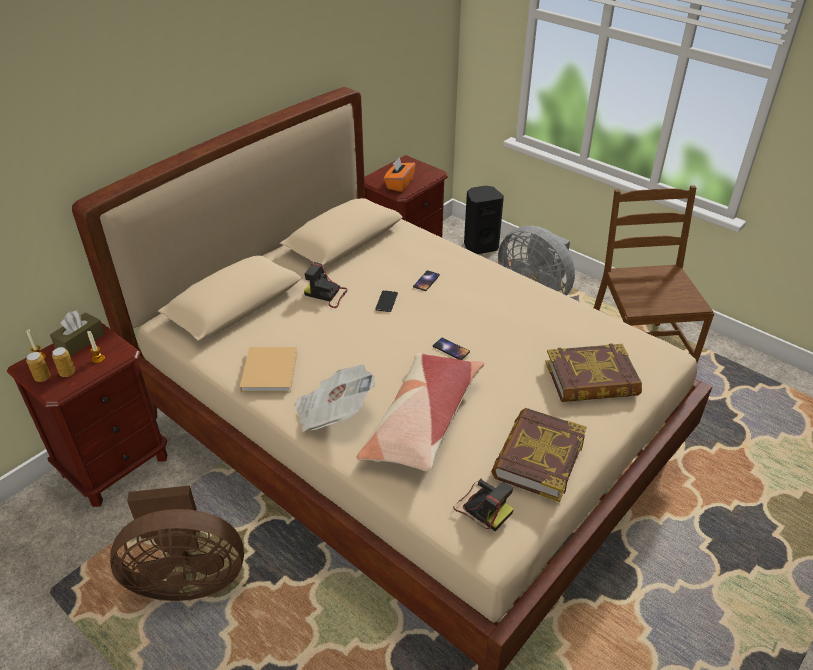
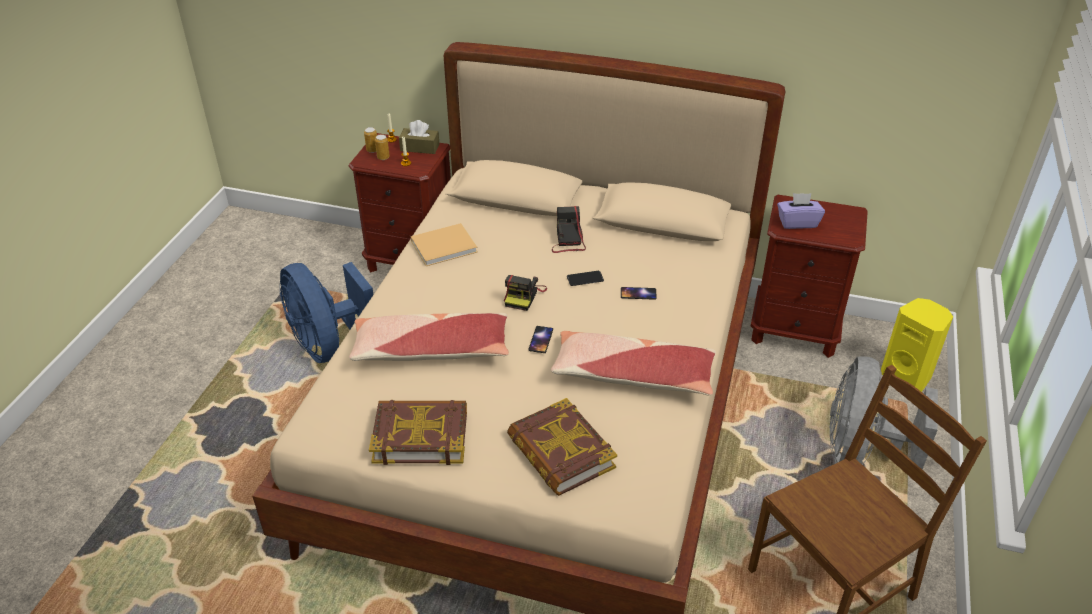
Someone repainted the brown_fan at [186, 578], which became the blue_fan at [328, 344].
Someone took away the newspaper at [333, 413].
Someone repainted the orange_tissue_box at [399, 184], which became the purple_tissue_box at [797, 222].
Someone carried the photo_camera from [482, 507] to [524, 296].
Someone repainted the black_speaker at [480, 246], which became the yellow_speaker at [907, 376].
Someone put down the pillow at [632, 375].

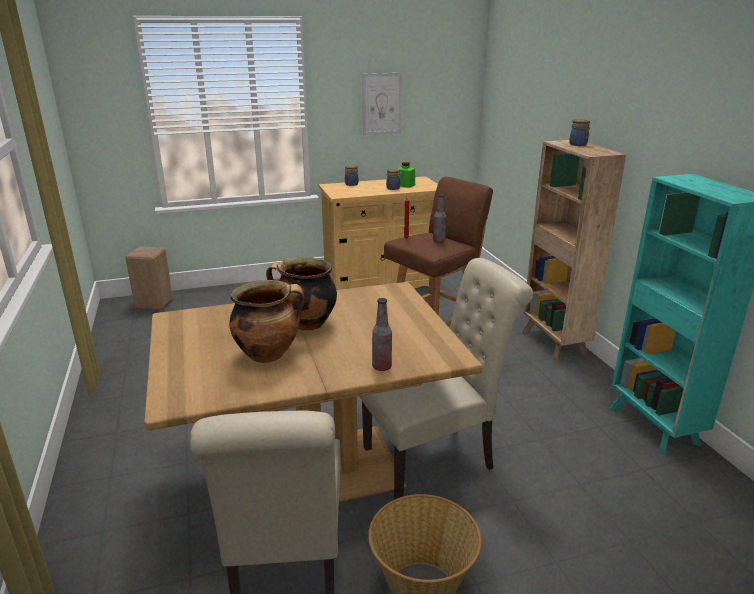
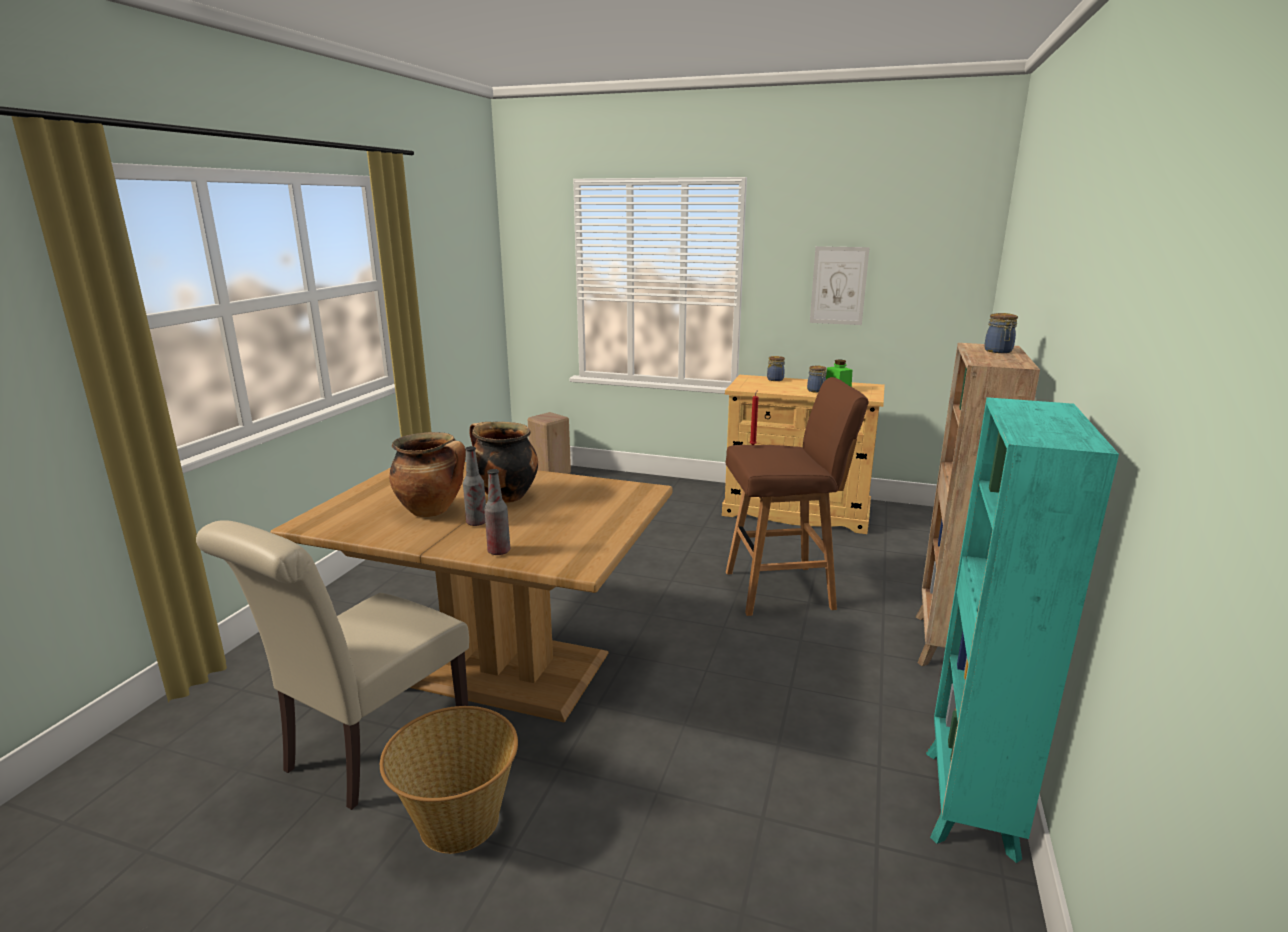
Someone took away the beige_chair at [436, 459].
Someone carried the bottle from [439, 241] to [476, 523].

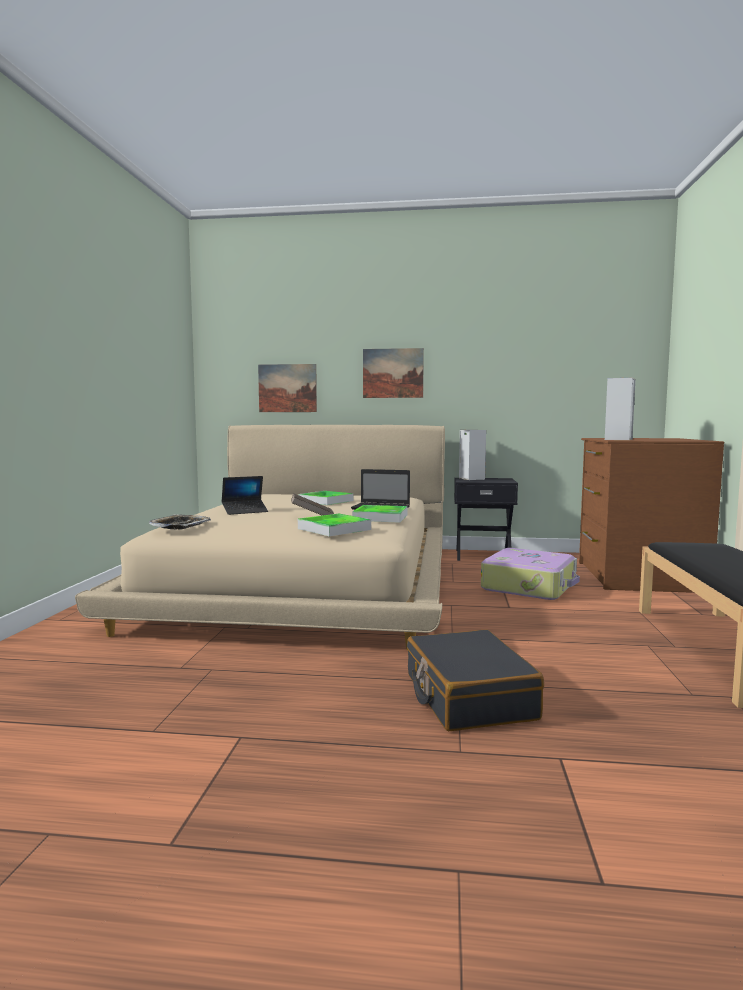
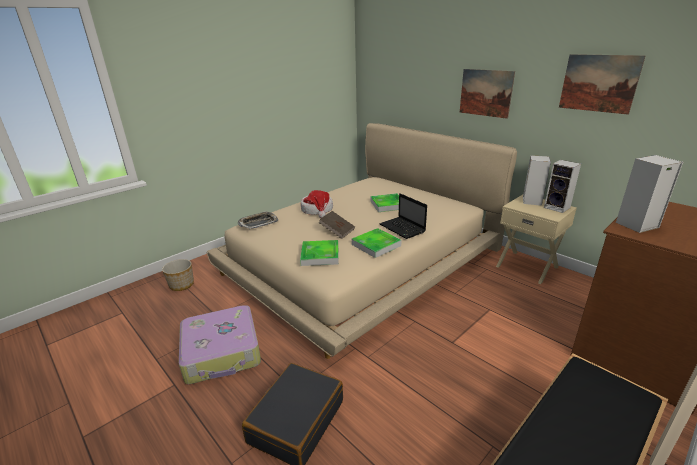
Someone swapped the laptop at [245, 511] for the hat at [317, 210].
Someone carried the picture from [287, 388] to [598, 83].
Someone repainted the black_nightstand at [483, 555], which became the beige_nightstand at [527, 266].
Someone carried the suitcase from [530, 586] to [222, 352].
Someone put down the planter at [181, 285].
Someone put down the speaker at [558, 208].

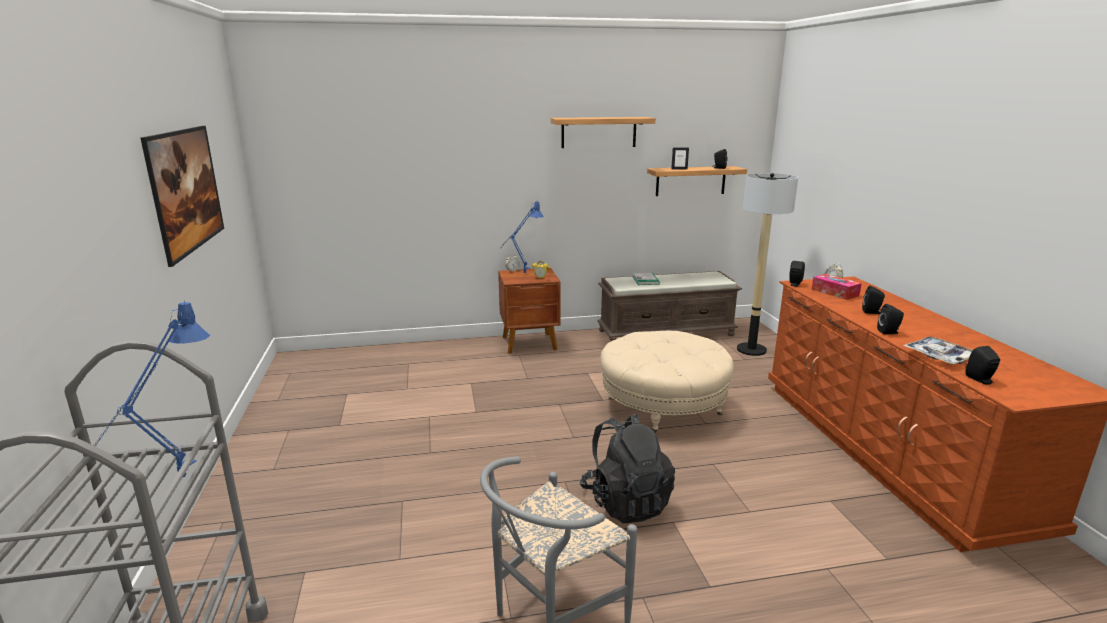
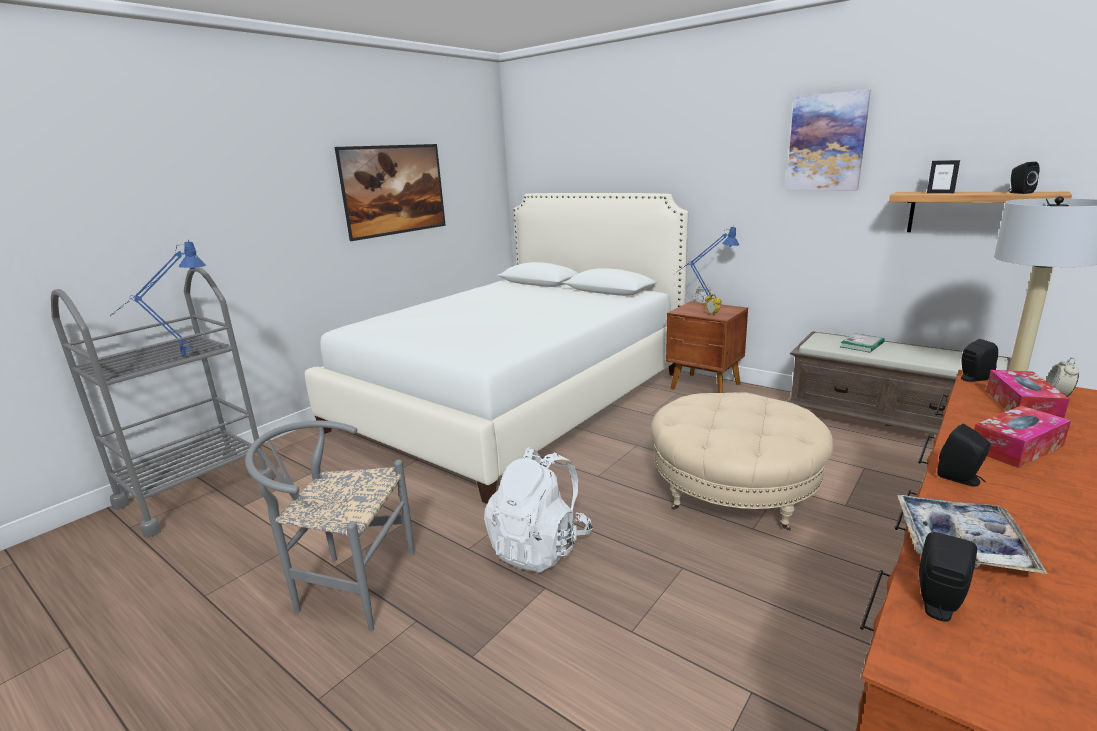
Someone swapped the shelf at [599, 132] for the picture at [826, 143].
Someone repainted the black_backpack at [626, 502], which became the white_backpack at [540, 547].
Someone swapped the black_speaker at [872, 312] for the tissue_box at [1016, 447].
Someone put down the white_bed at [515, 400].

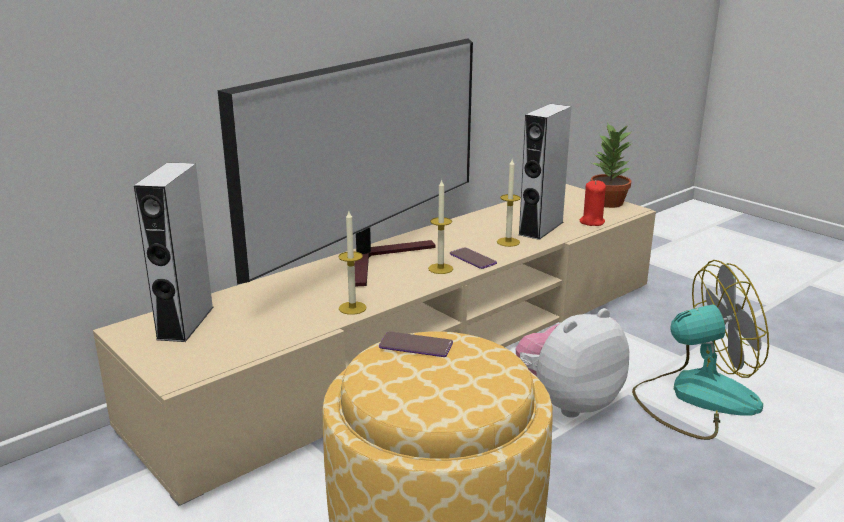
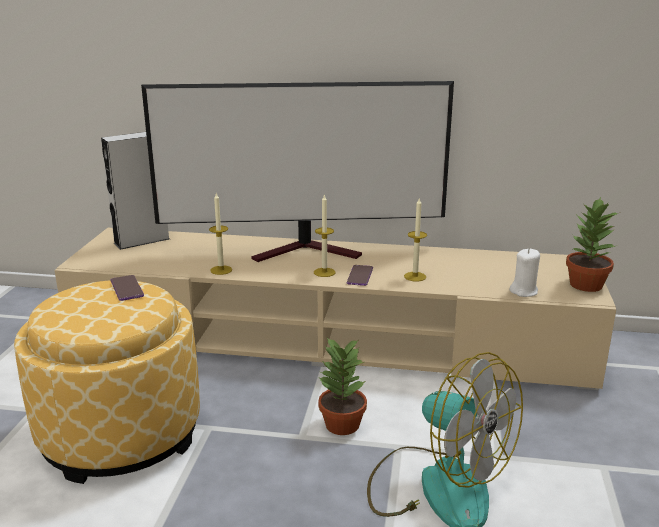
Someone swapped the plush_toy at [568, 402] for the potted_plant at [341, 424].
Someone took away the grey_speaker at [541, 228].
Someone repainted the red_candle at [591, 222], which became the white_candle at [524, 291].

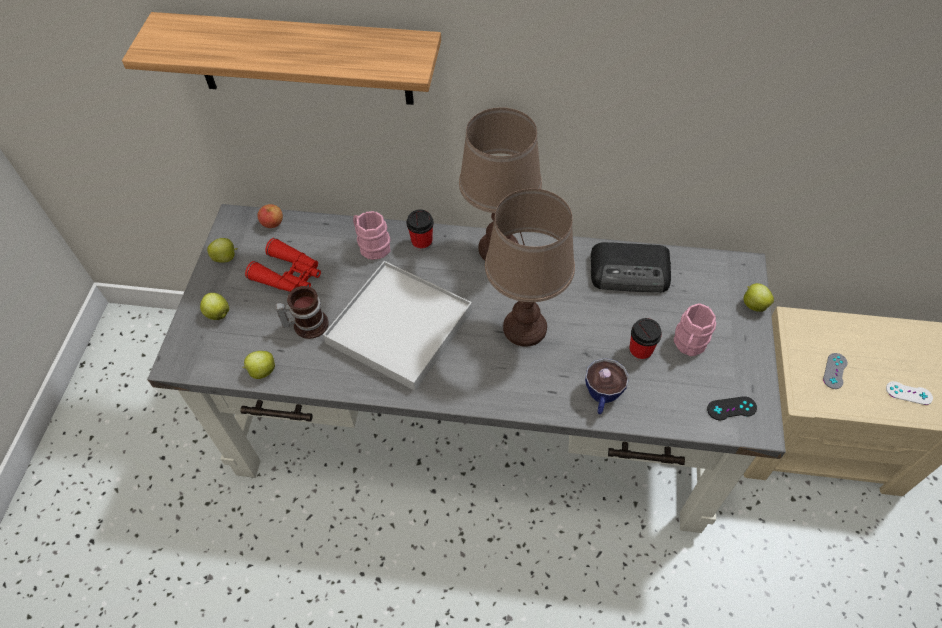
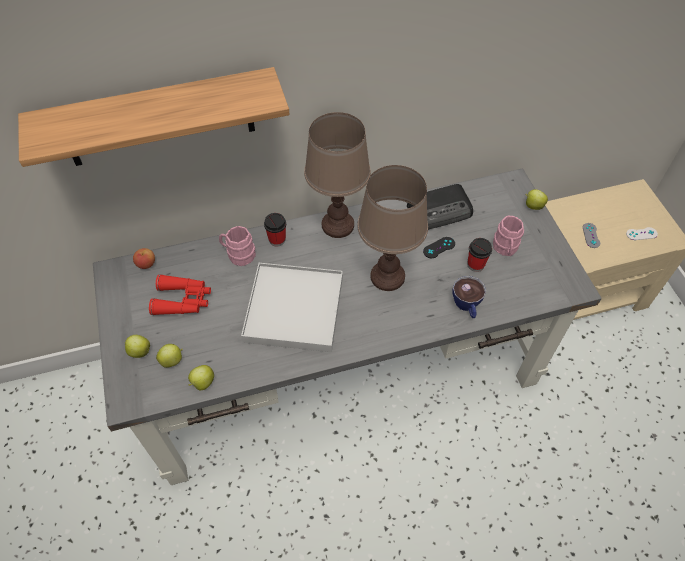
Someone carried the apple from [226, 258] to [172, 360].
Someone took away the mug at [307, 323].
Someone carried the black_game_controller from [731, 408] to [439, 247].

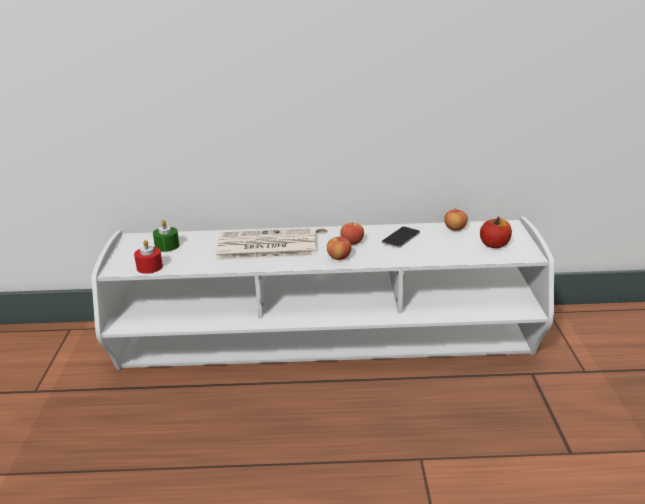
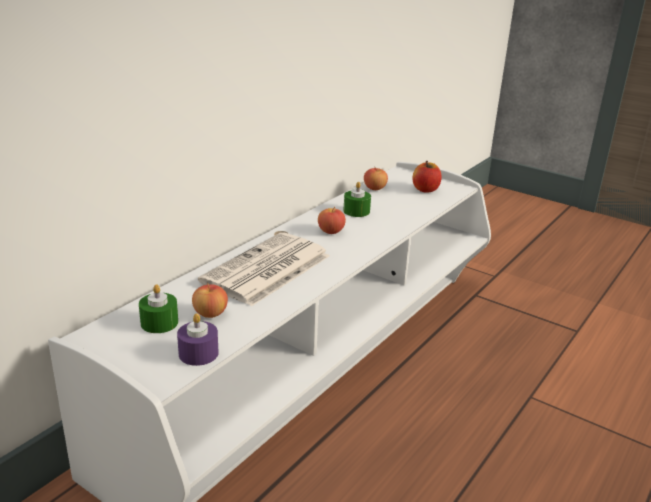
Someone repainted the red_candle at [149, 267], which became the purple_candle at [198, 353].
Someone carried the apple from [339, 257] to [210, 313].
Someone swapped the phone at [401, 238] for the green_candle at [356, 211].

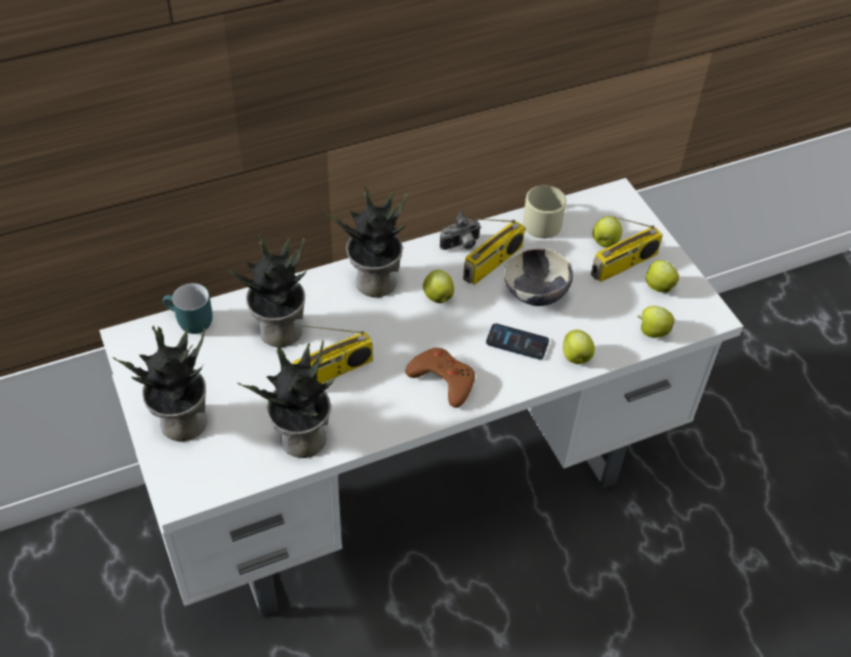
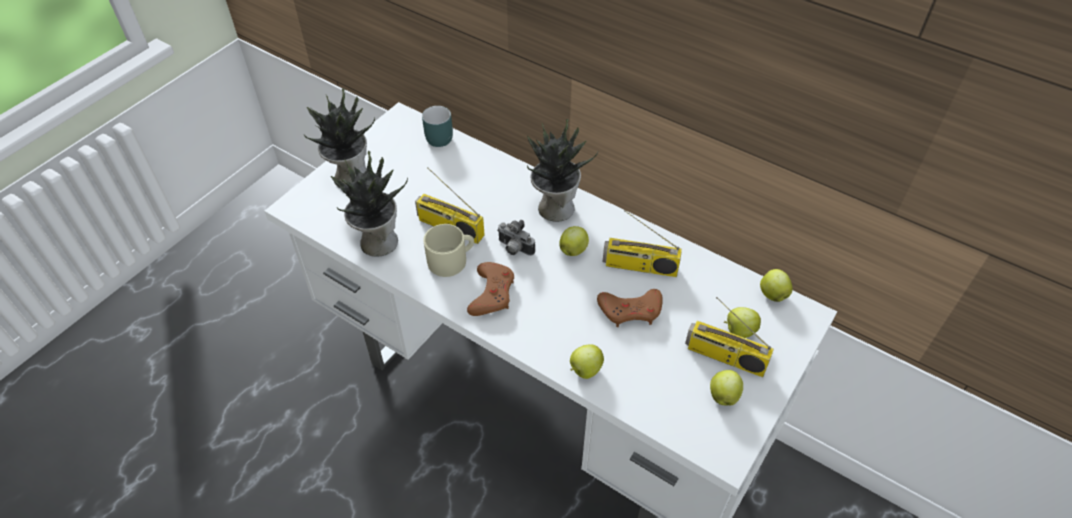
Someone took away the potted_plant at [278, 331].
Someone carried the photo_camera from [461, 245] to [514, 249].
Someone took away the phone at [517, 342].
Someone swapped the bowl at [535, 295] for the brown_game_controller at [631, 310].
Someone carried the beige_mug from [542, 220] to [452, 260].
Someone carried the apple from [652, 331] to [772, 294].

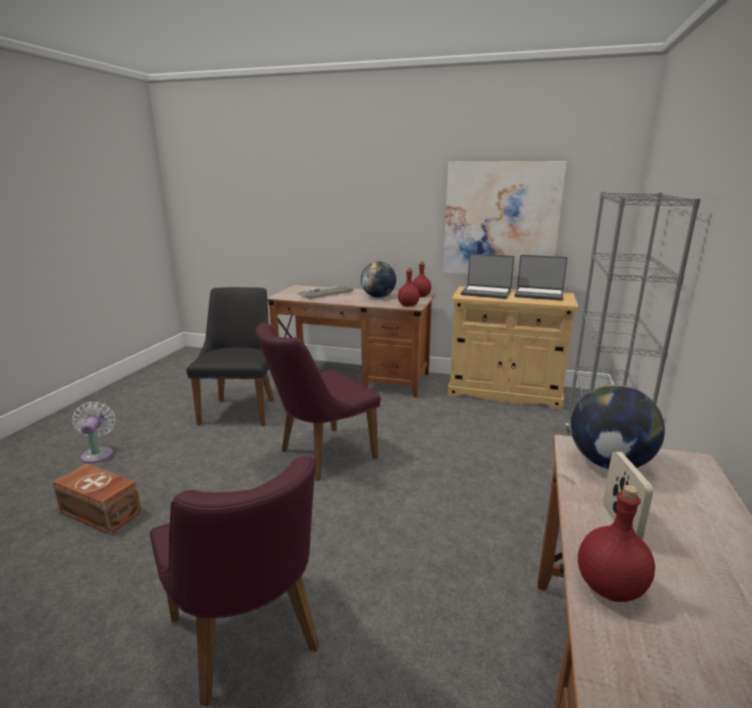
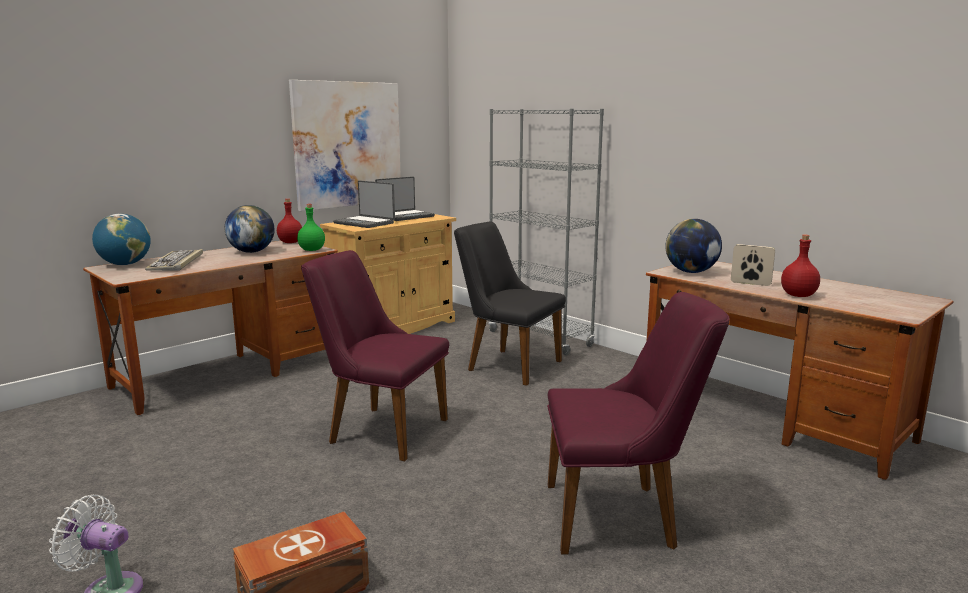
Someone carried the black_chair from [241, 408] to [506, 364].
Someone rotated the purple_chair at [319, 456] by 120 degrees clockwise.
Someone repainted the red_bottle at [408, 305], which became the green_bottle at [312, 250].
Someone rotated the laptop at [486, 293] by 75 degrees clockwise.
Someone put down the globe at [125, 264].

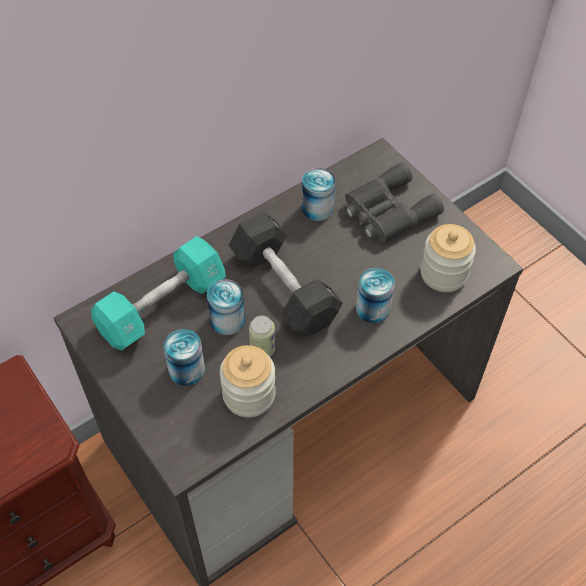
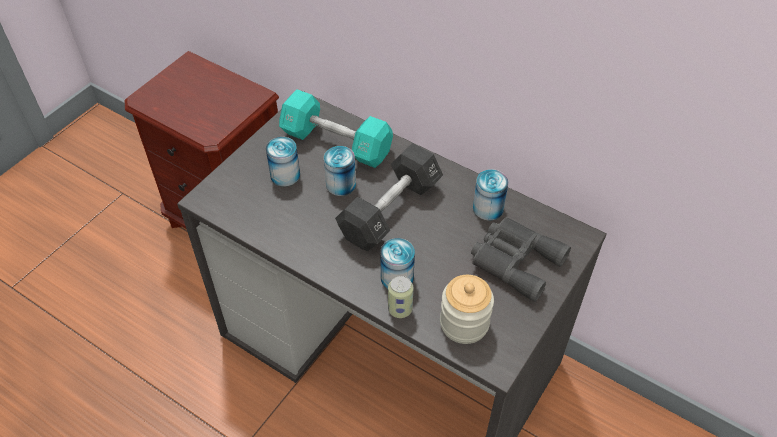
Someone took away the jar at [249, 394].
Someone carried the can from [262, 349] to [400, 309].

